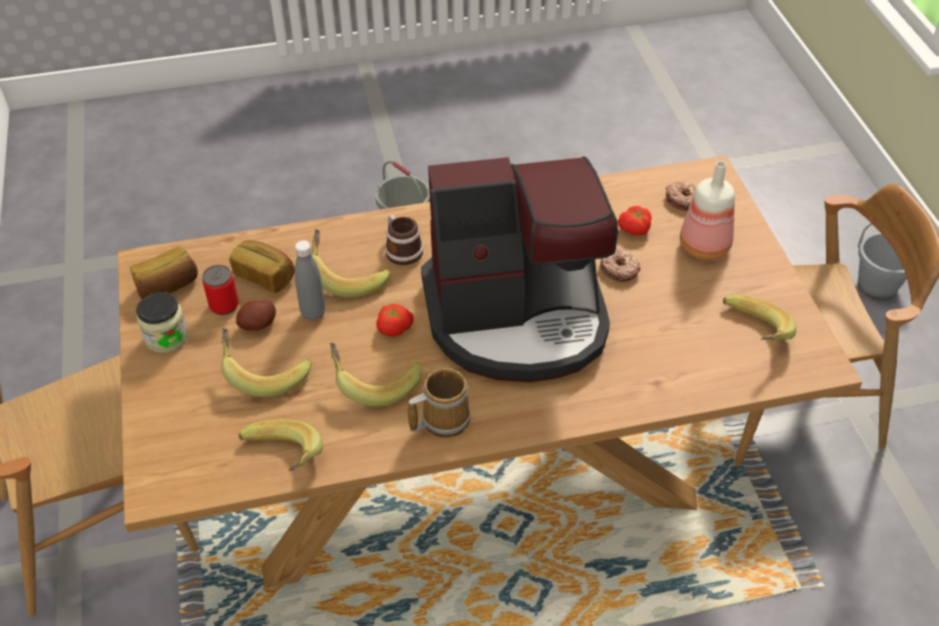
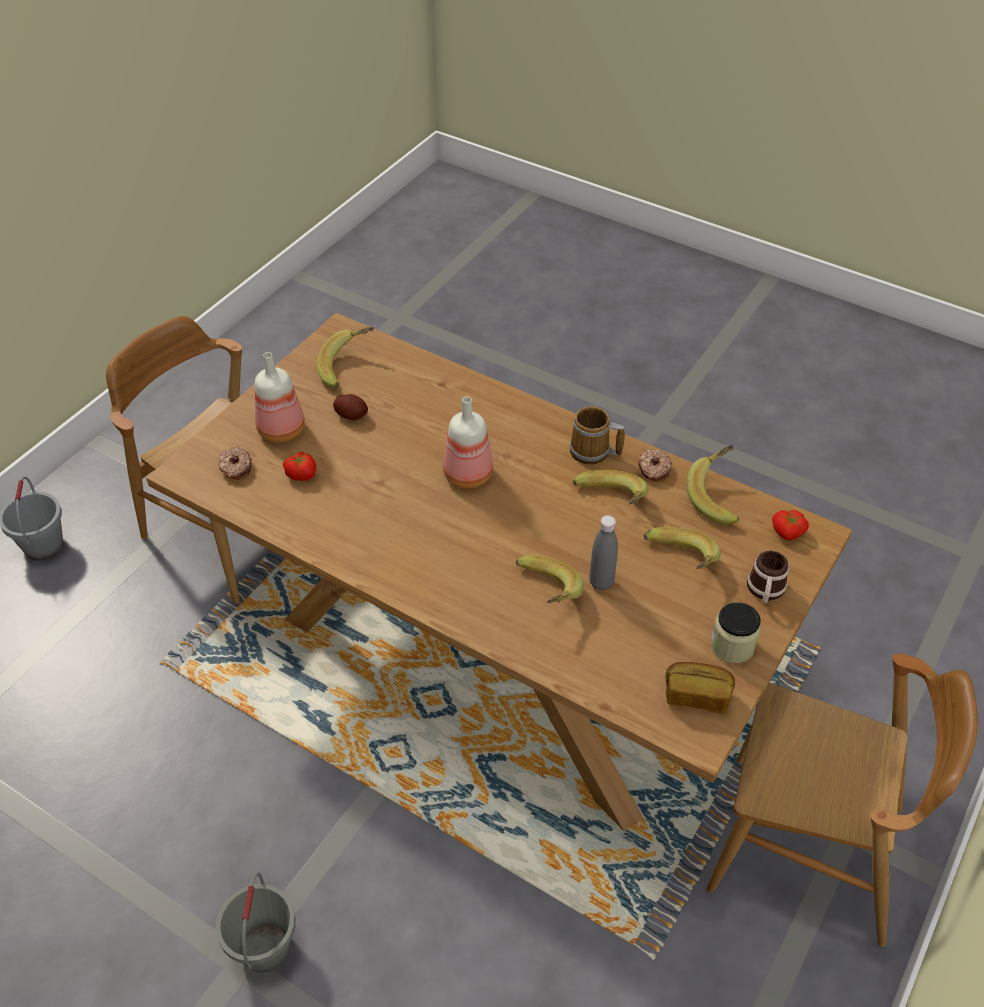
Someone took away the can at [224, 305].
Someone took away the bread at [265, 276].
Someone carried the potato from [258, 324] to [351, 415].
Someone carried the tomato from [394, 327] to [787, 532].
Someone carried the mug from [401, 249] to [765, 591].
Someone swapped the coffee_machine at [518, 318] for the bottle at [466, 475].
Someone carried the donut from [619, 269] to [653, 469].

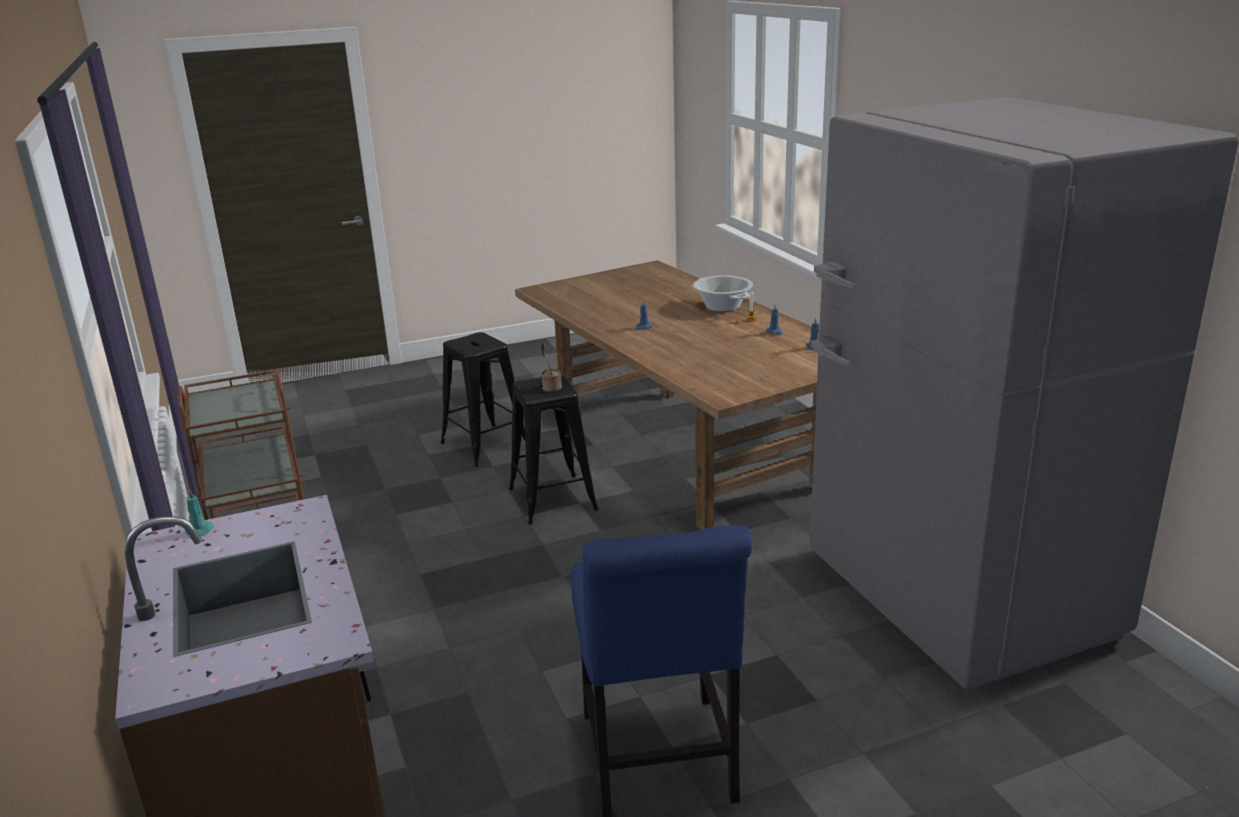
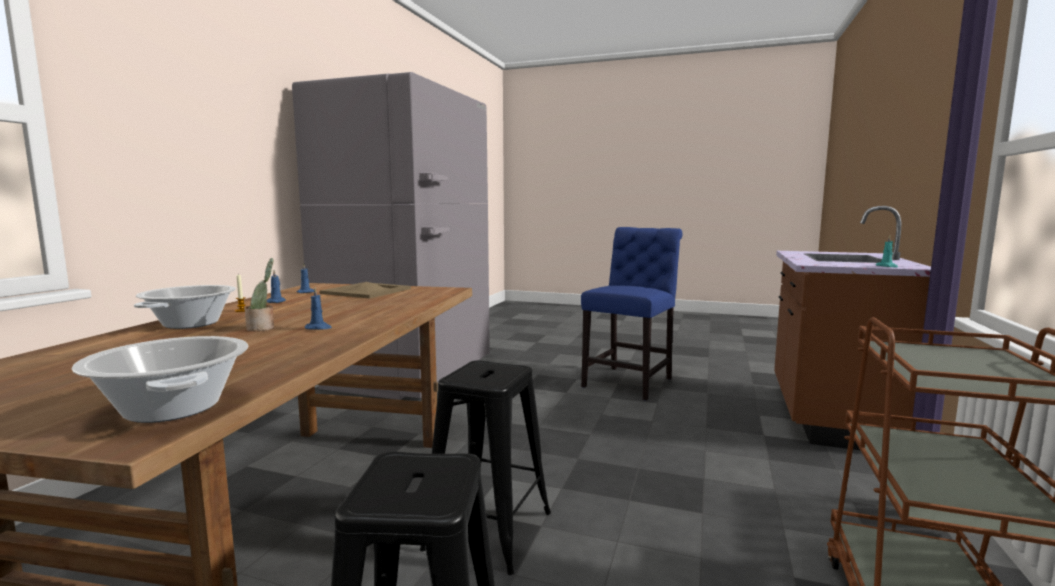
Someone carried the potted_plant from [551, 388] to [262, 328].
Someone put down the cooking_pot at [171, 408].
Someone put down the beige_tray at [366, 291].

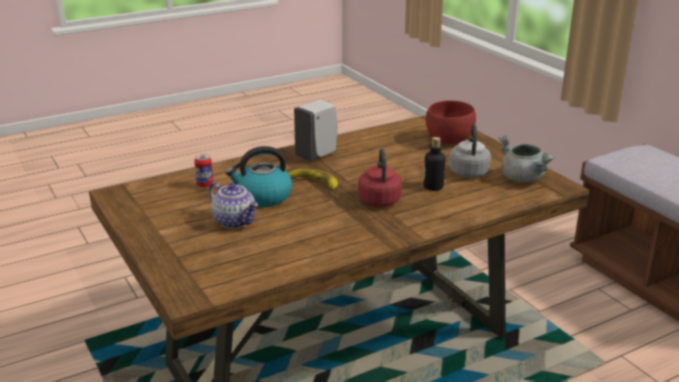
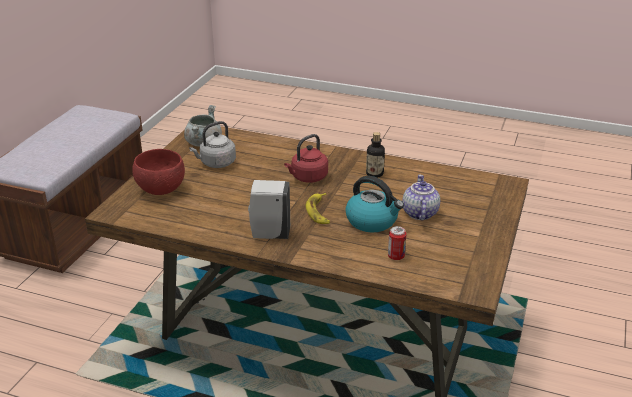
Someone carried the bottle from [433, 186] to [374, 174].

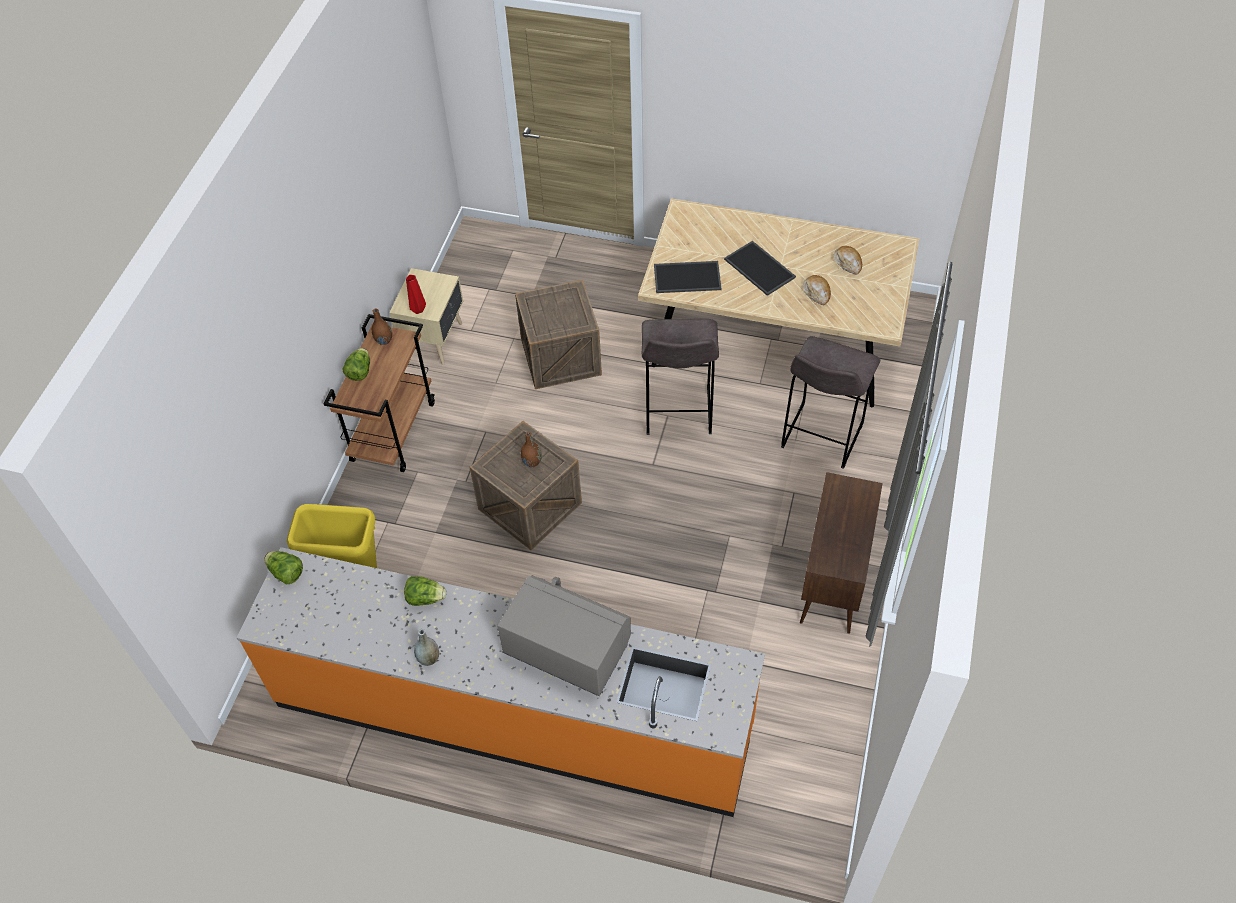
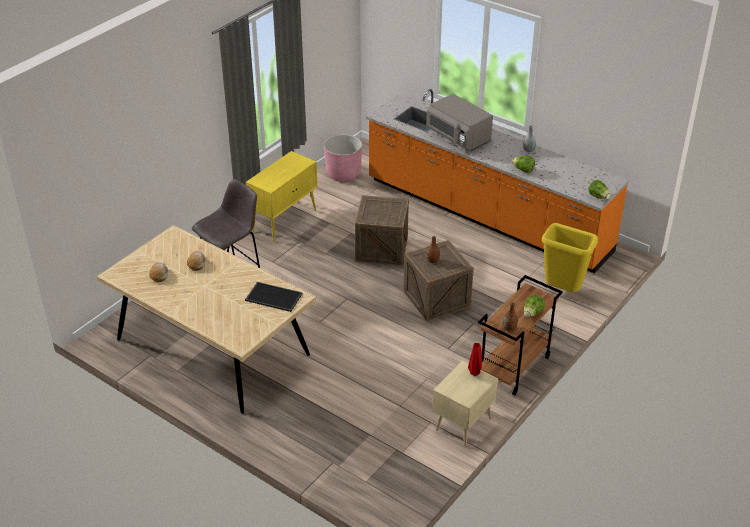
Someone carried the crate from [561, 357] to [381, 249].
Someone took away the grey_stool at [678, 413].
Someone took away the tray at [761, 268].
Someone repainted the brown_cabinet at [833, 582], which became the yellow_cabinet at [285, 220].
Someone put down the pink_planter at [343, 173].

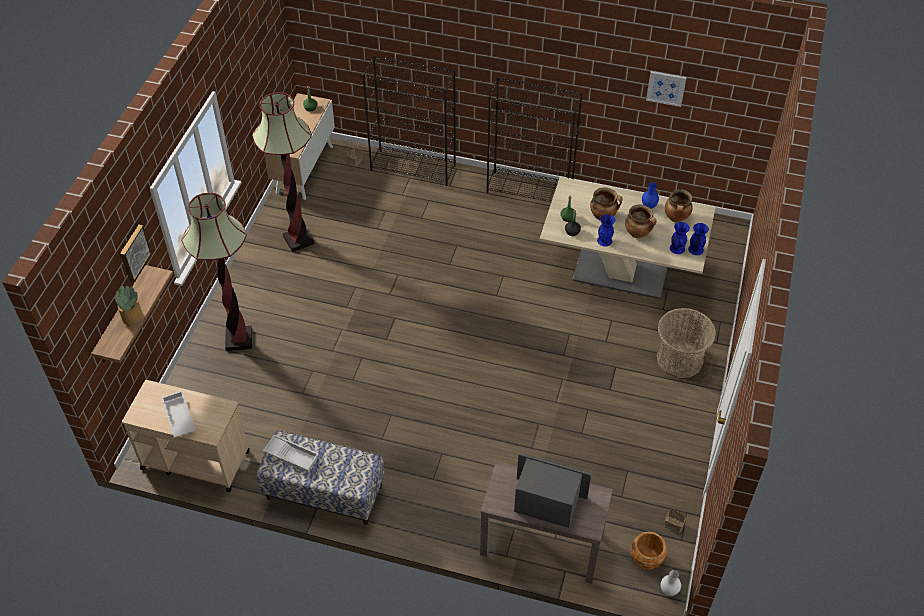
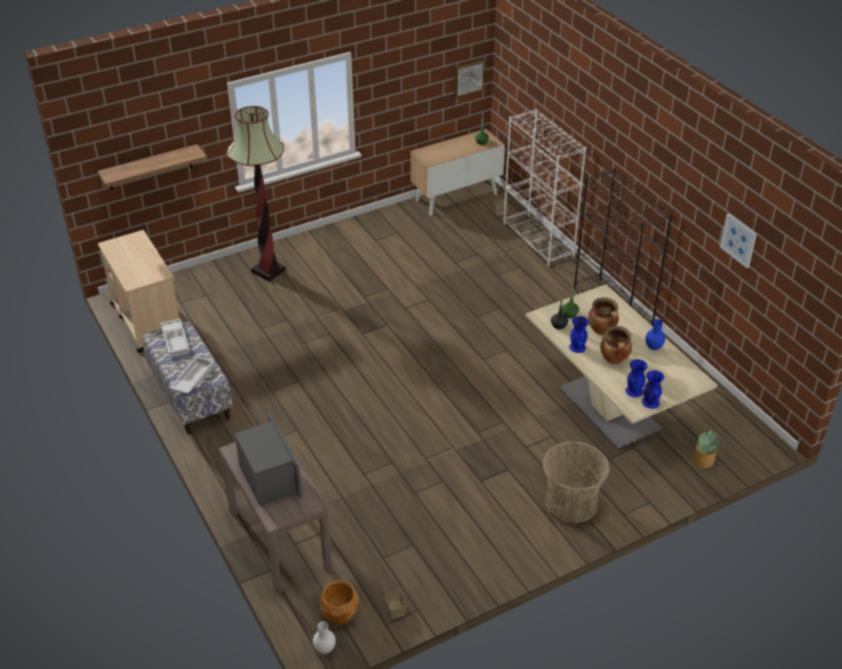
Someone carried the potted_plant from [131, 317] to [703, 461].
Someone carried the picture from [134, 252] to [468, 77].
Someone carried the white_tray from [178, 417] to [192, 378].
Someone took away the floor_lamp at [298, 240].
Someone repainted the black_bookcase at [413, 168], which became the white_bookcase at [538, 240].
Someone took away the cooking_pot at [676, 218].

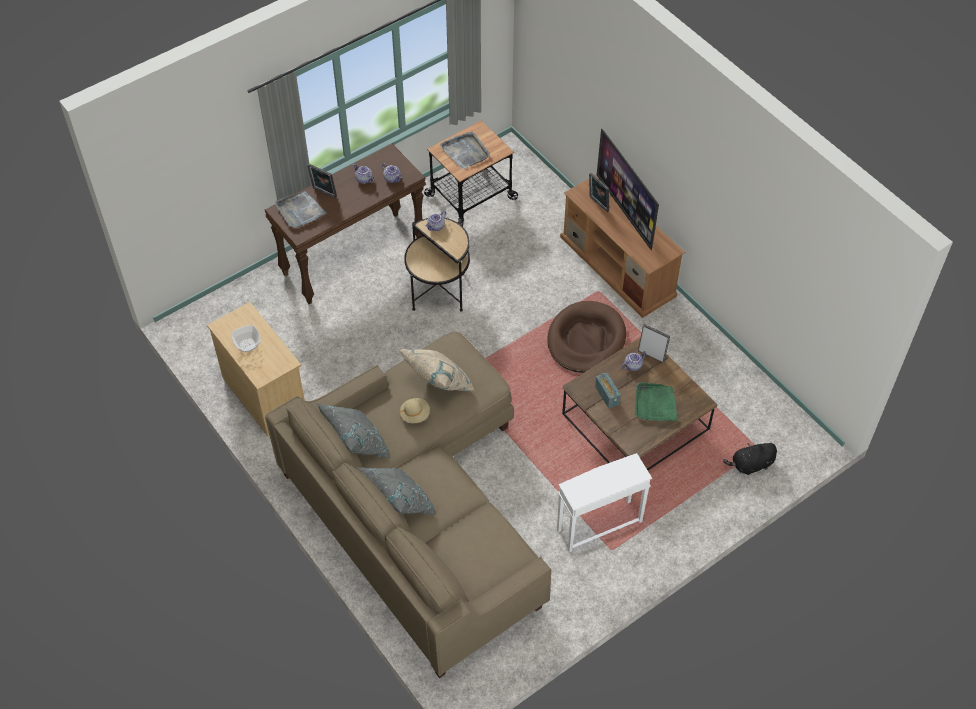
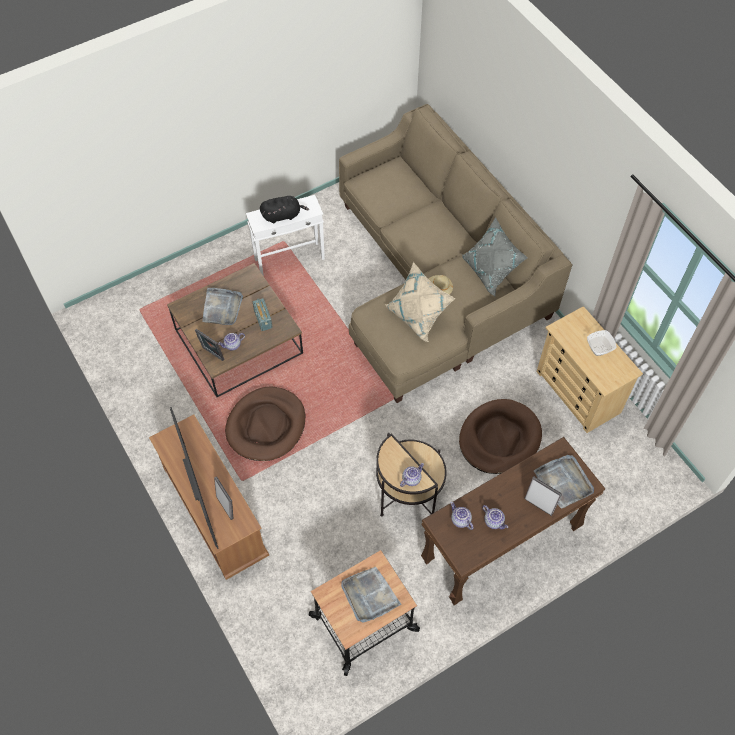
Someone took away the grey_pillow at [398, 503].
Someone repainted the green_tray at [655, 404], which became the grey_tray at [222, 308].
Someone carried the black_plush_toy from [750, 465] to [283, 215].
Someone put down the brown_dog_bed at [499, 438].

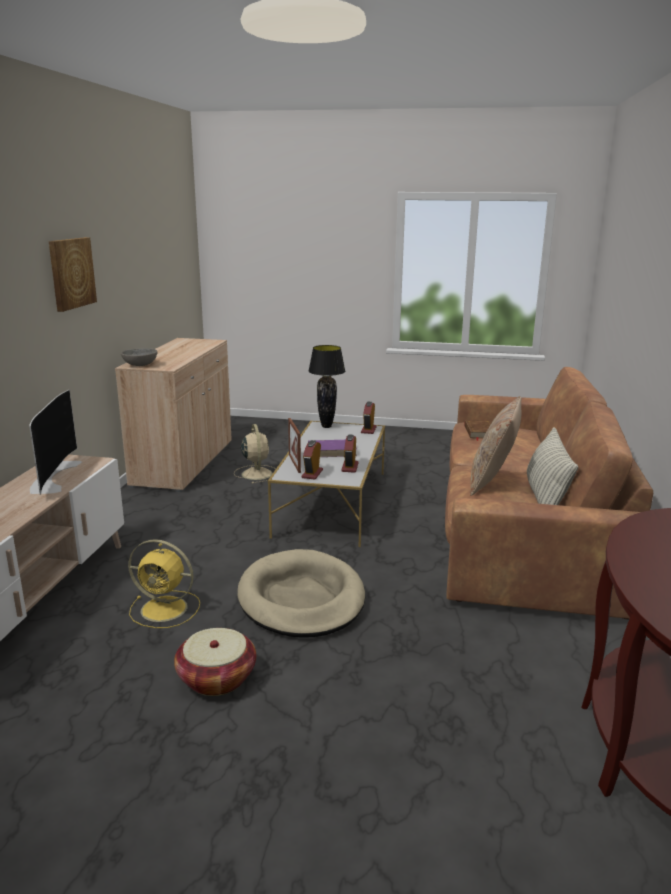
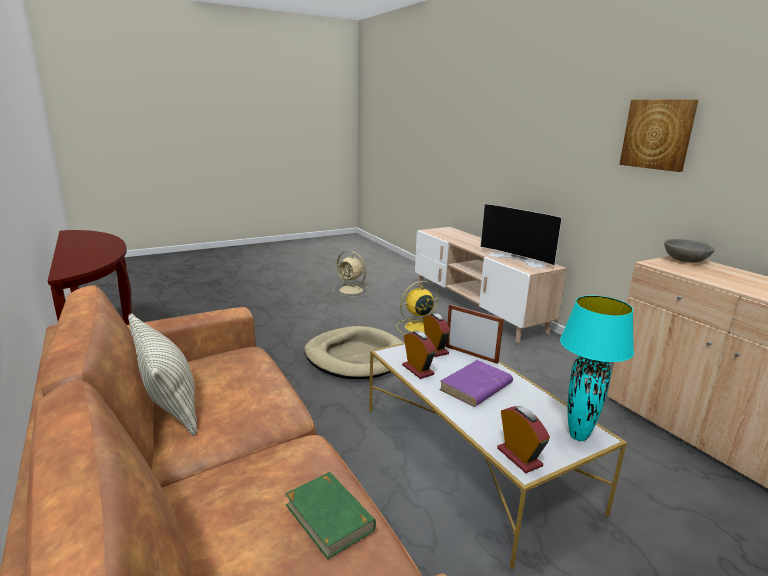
Someone took away the basket at [217, 678].
Someone carried the beige_fan from [256, 473] to [352, 290].
Someone repainted the black_table_lamp at [326, 426], which became the turquoise_table_lamp at [577, 436].
Someone repainted the brown_book at [479, 432], which became the green_book at [329, 516].
Someone took away the beige_pillow at [492, 481].

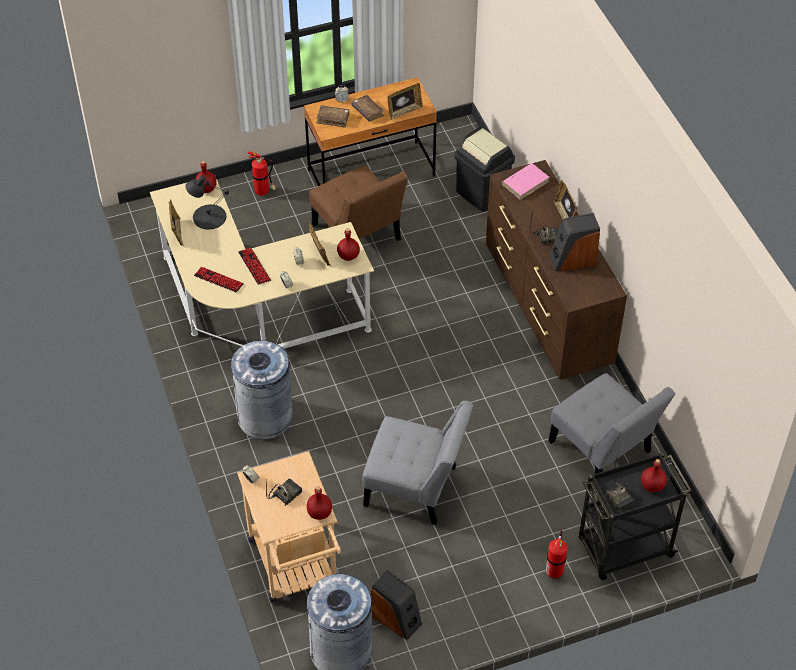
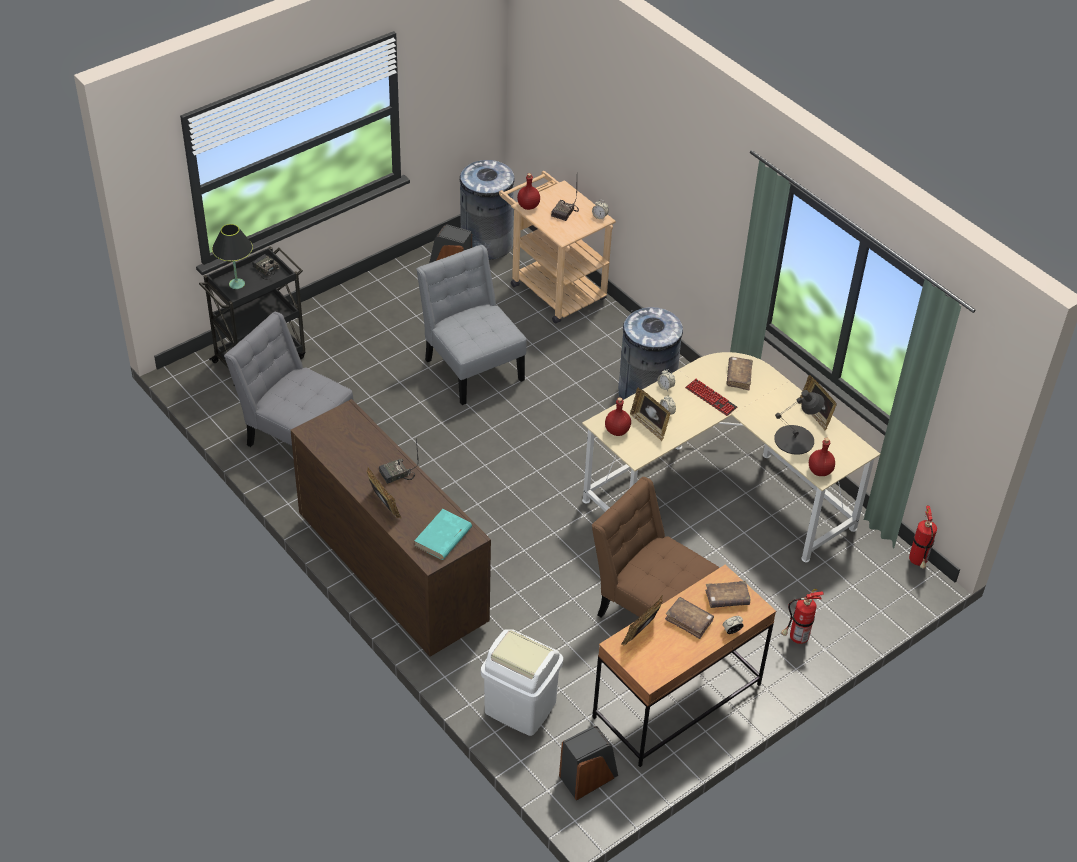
Someone swapped the keyboard at [218, 280] for the brown_book at [738, 377].
Someone rotated the grey_chair at [416, 488] by 60 degrees clockwise.
Someone repainted the black_trash_can at [482, 193], which became the white_trash_can at [520, 708].
Someone repainted the pink_book at [525, 182], which became the turquoise_book at [443, 537].
Someone carried the fire_extinguisher from [554, 570] to [918, 562].
Someone carried the speaker from [572, 260] to [588, 777].
Someone swapped the red_bottle at [652, 485] for the black_table_lamp at [236, 284].

